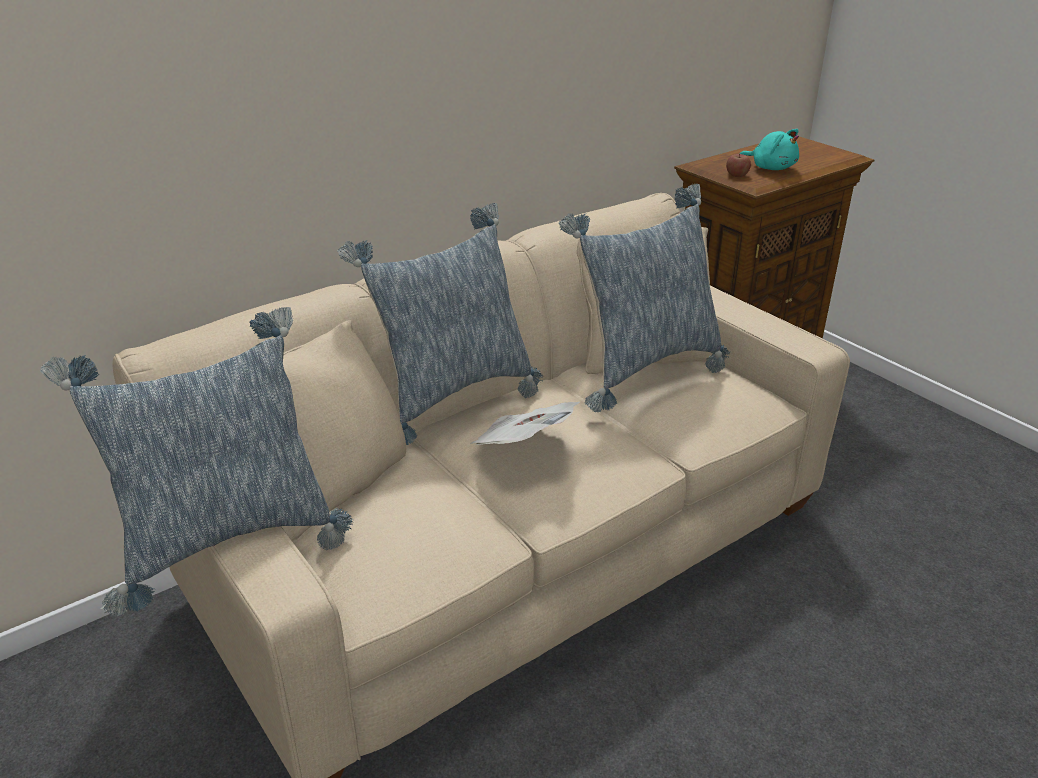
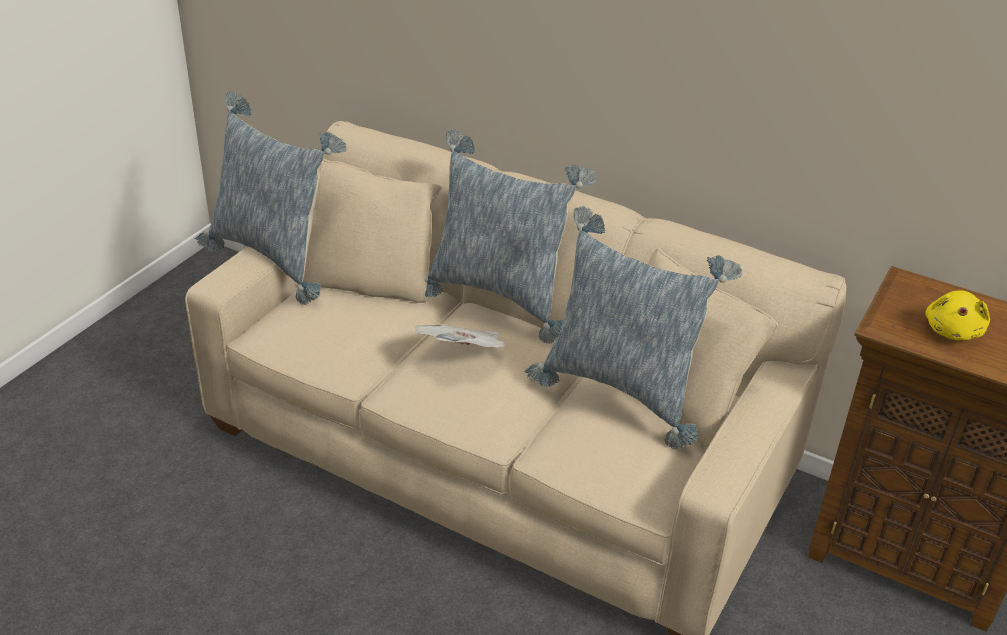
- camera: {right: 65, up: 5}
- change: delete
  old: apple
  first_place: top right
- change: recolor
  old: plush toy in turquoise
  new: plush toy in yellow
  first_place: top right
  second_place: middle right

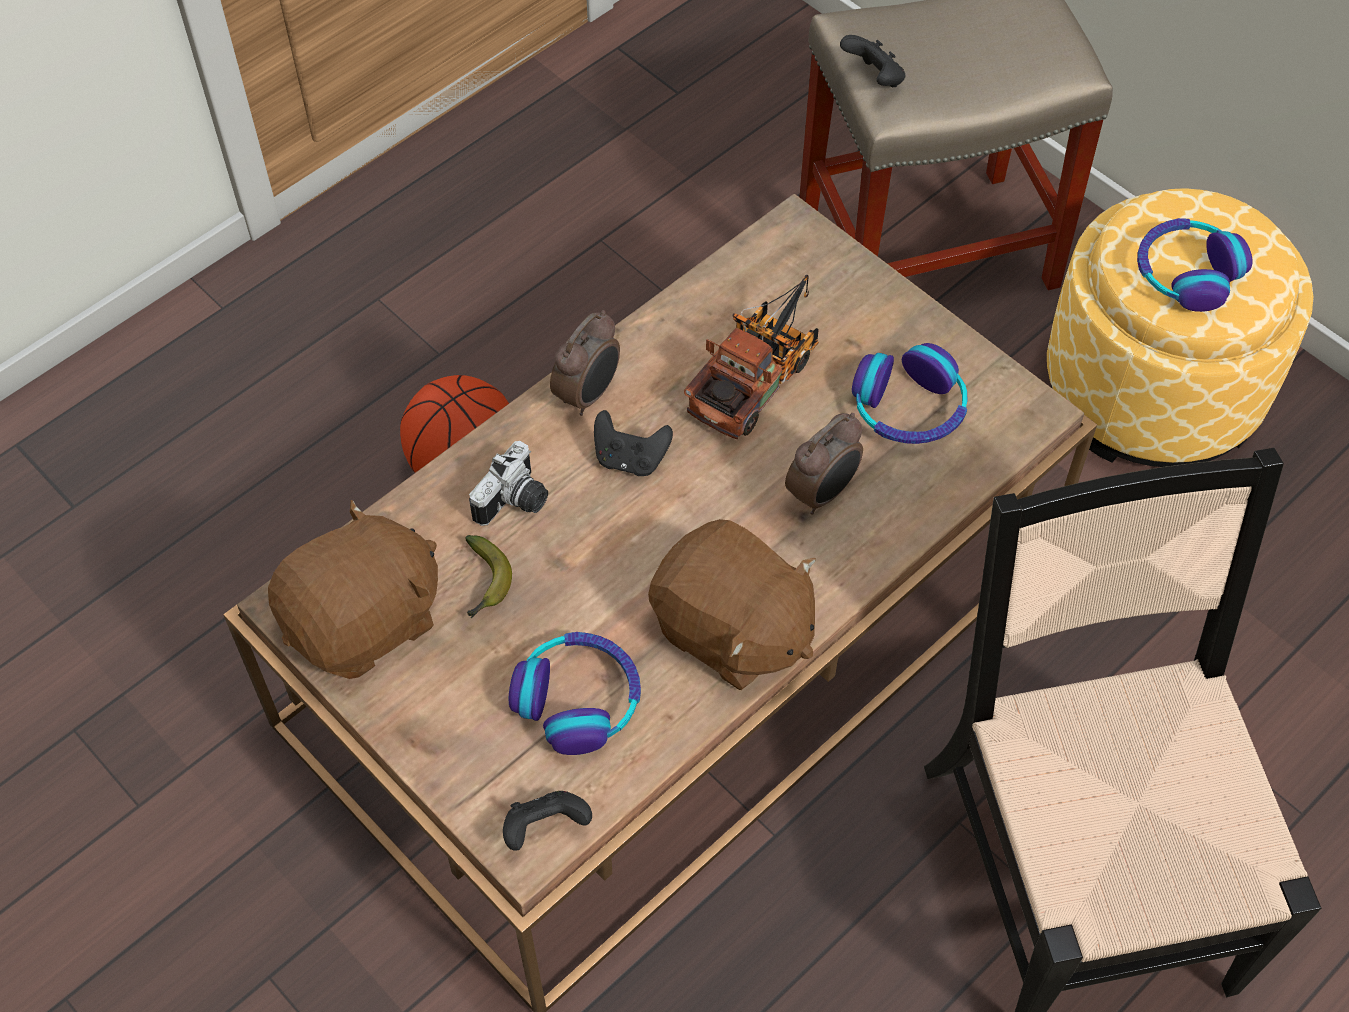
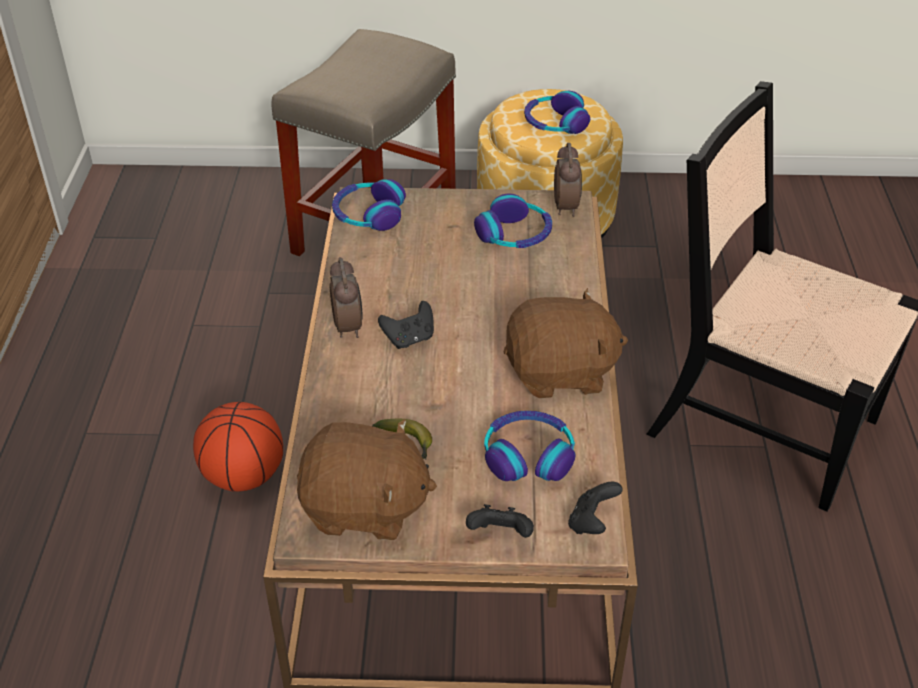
- camera: {right: -45, up: -15}
- change: delete
  old: photo camera
  first_place: centre
- change: delete
  old: toy truck
  first_place: centre
- change: insert
  new: headphones (1st from left)
  second_place: top centre
- change: move
  old: alarm clock (2nd from left)
  first_place: centre
  second_place: top centre
- change: move
  old: game controller in black (3rd from left in the first image)
  new: game controller in black (2nd from left)
  first_place: top centre
  second_place: bottom centre
- change: rotate
  old: plush toy in brown (1st from left)
  first_place: middle left
  second_place: bottom centre
  degrees: 90

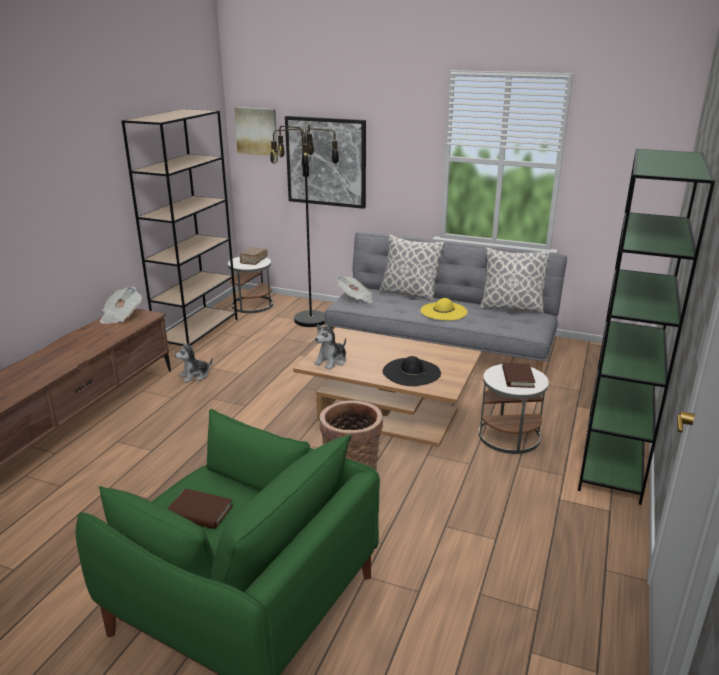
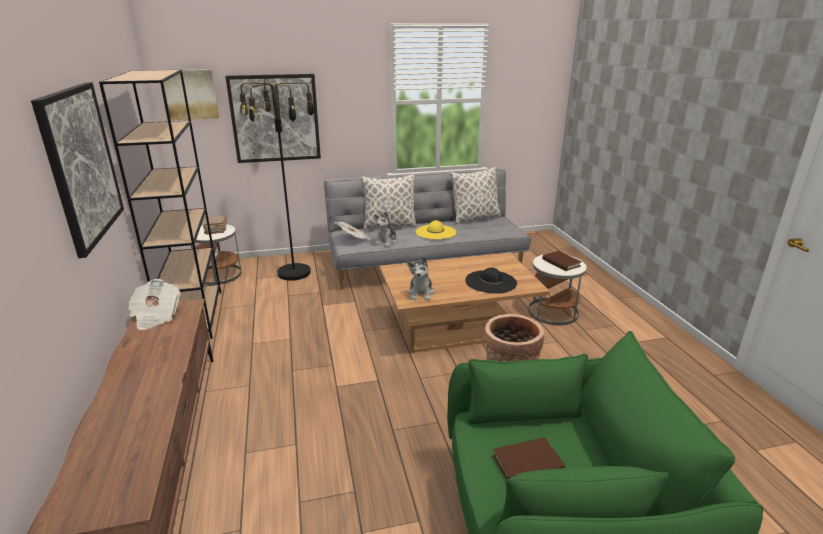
- camera: {right: -35, up: 0}
- change: delete
  old: bookcase in green
  first_place: middle right
- change: insert
  new: picture (1st from left)
  second_place: top left
- change: move
  old: plush toy (1st from left)
  first_place: middle left
  second_place: centre

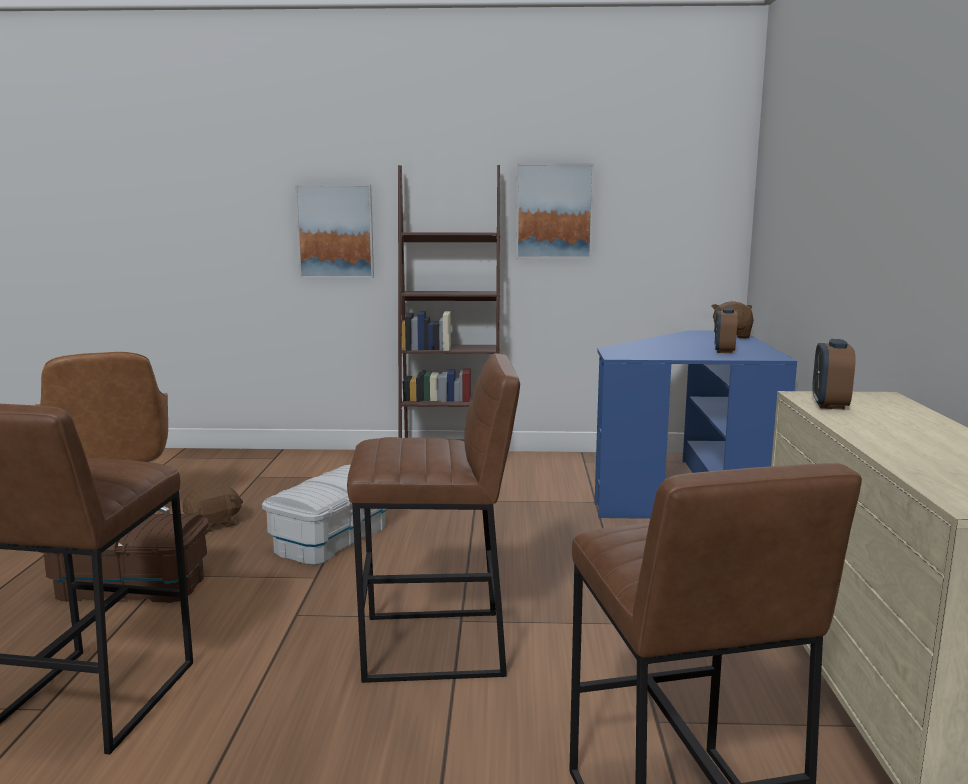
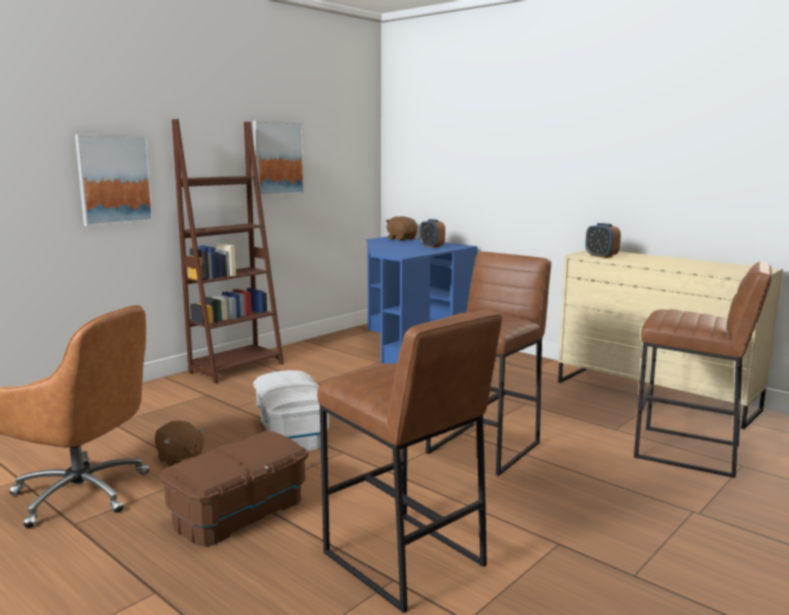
- camera: {right: -50, up: 0}
- change: rotate
  old: plush toy in brown (1st from left)
  first_place: middle left
  second_place: bottom left
  degrees: 135

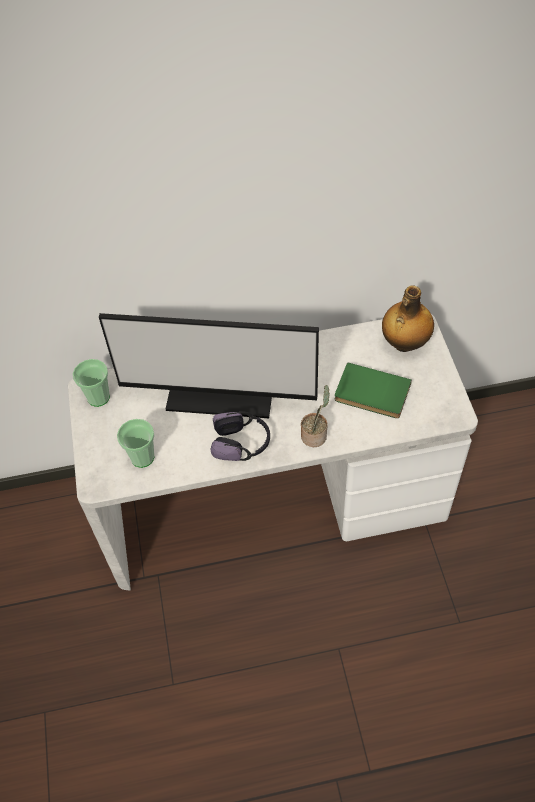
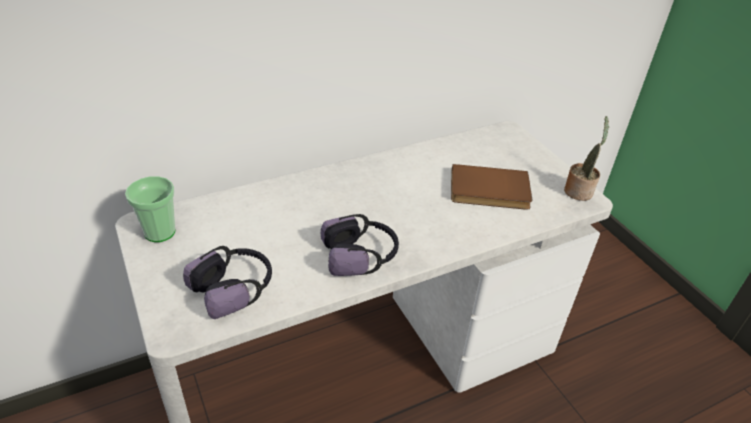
- camera: {right: -20, up: -15}
- change: delete
  old: monitor
  first_place: centre
- change: delete
  old: bottle
  first_place: middle right
- change: move
  old: potted plant
  first_place: centre
  second_place: middle right
- change: replace
  old: cup (2nd from left)
  new: headphones (1st from left)
  first_place: middle left
  second_place: bottom left
- change: recolor
  old: book in green
  new: book in brown
  first_place: middle right
  second_place: centre

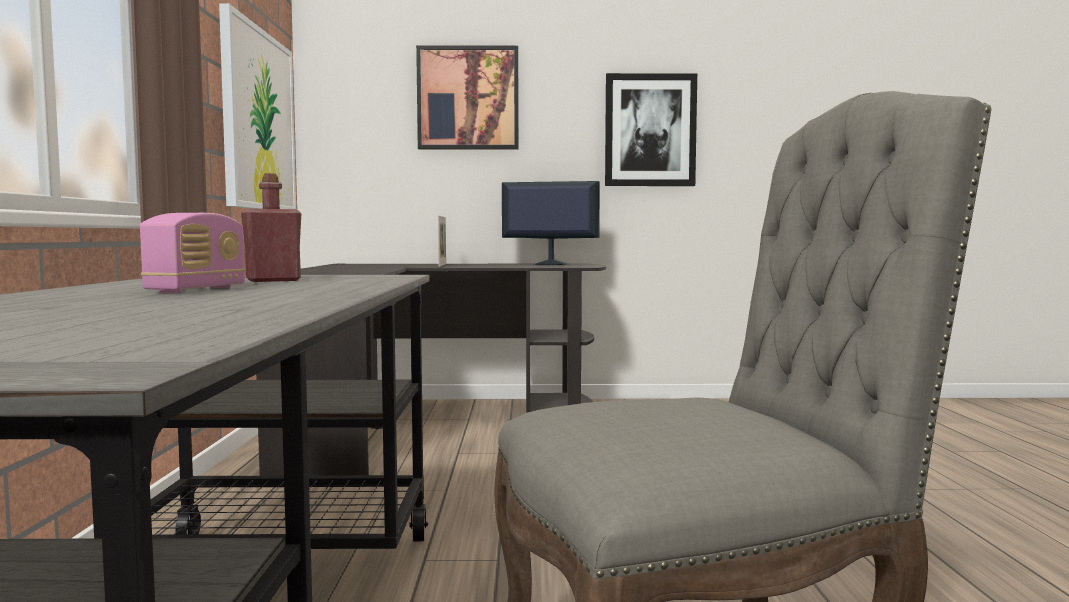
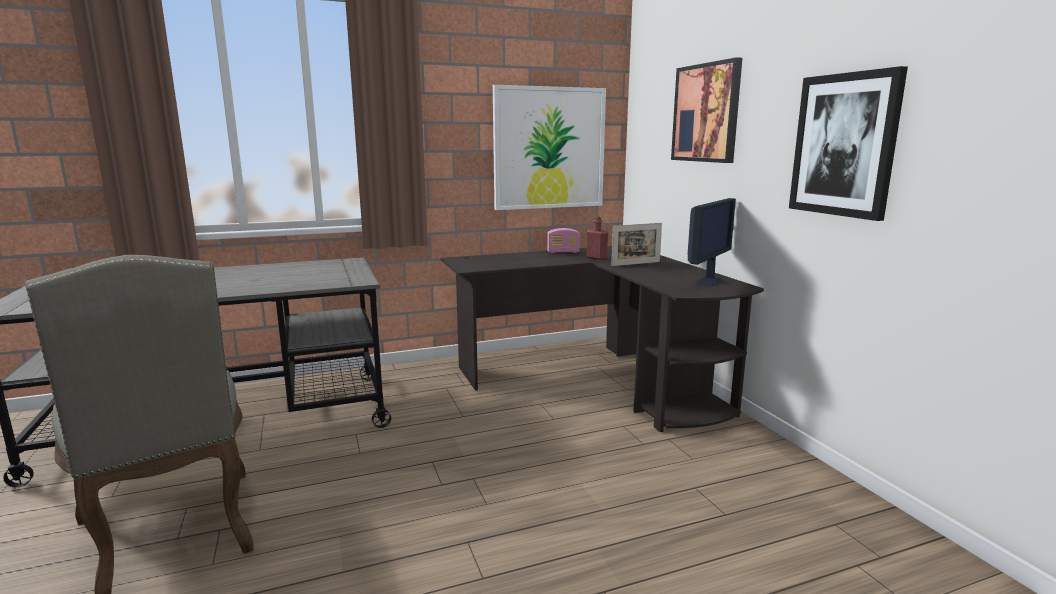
- camera: {right: 70, up: 10}
- change: move
  old: radio
  first_place: middle left
  second_place: centre
- change: move
  old: bottle in red
  first_place: middle left
  second_place: centre
- change: rotate
  old: monitor
  first_place: centre
  second_place: middle right
  degrees: 45

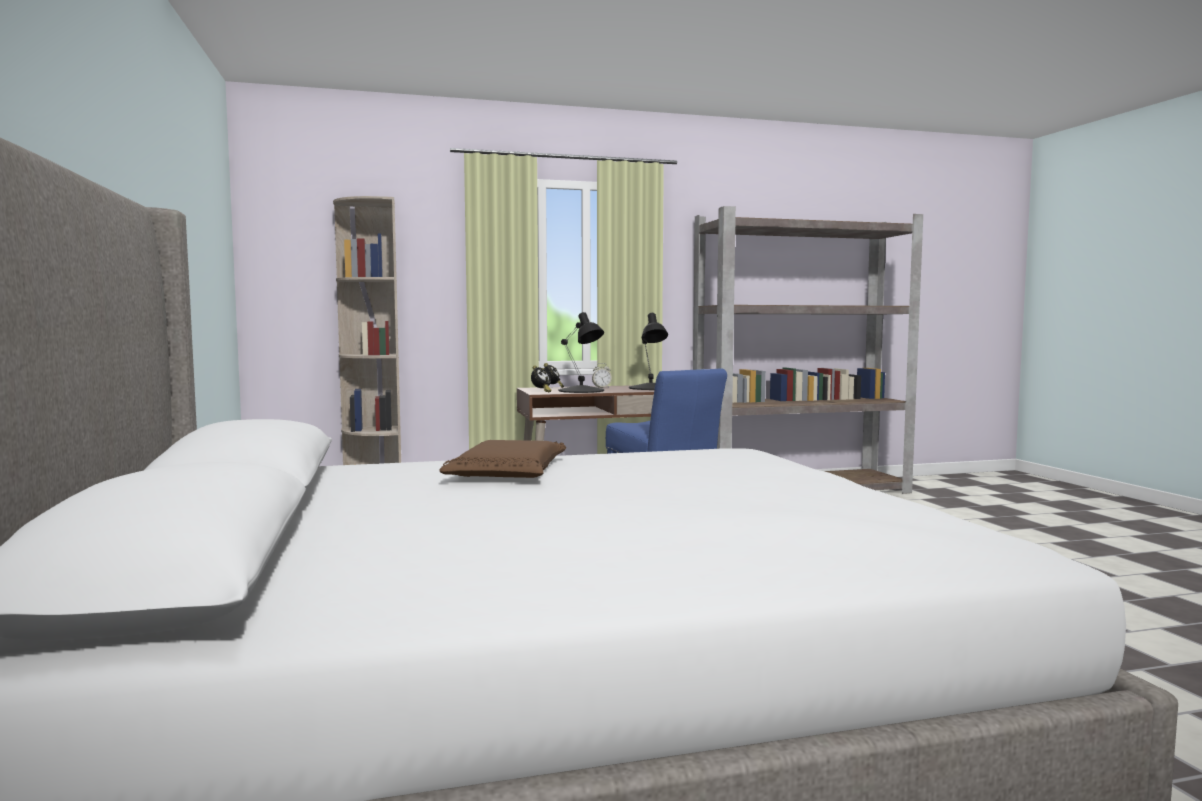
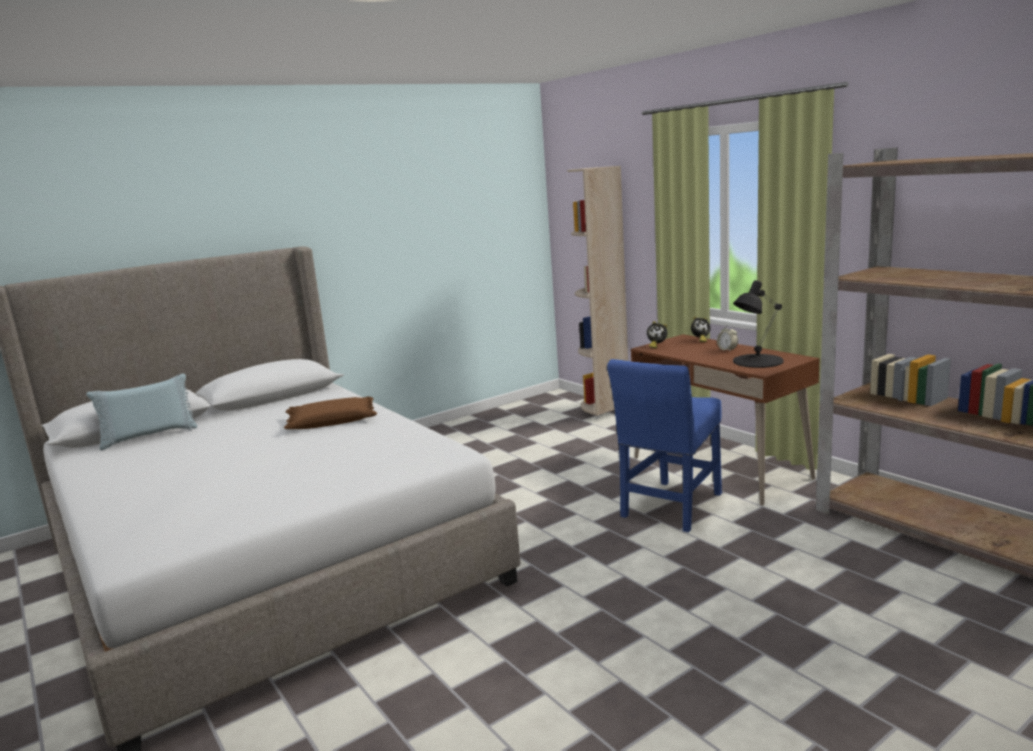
- camera: {right: 70, up: 10}
- change: delete
  old: table lamp in black (1st from left)
  first_place: centre
- change: insert
  new: pillow in blue
  second_place: middle left

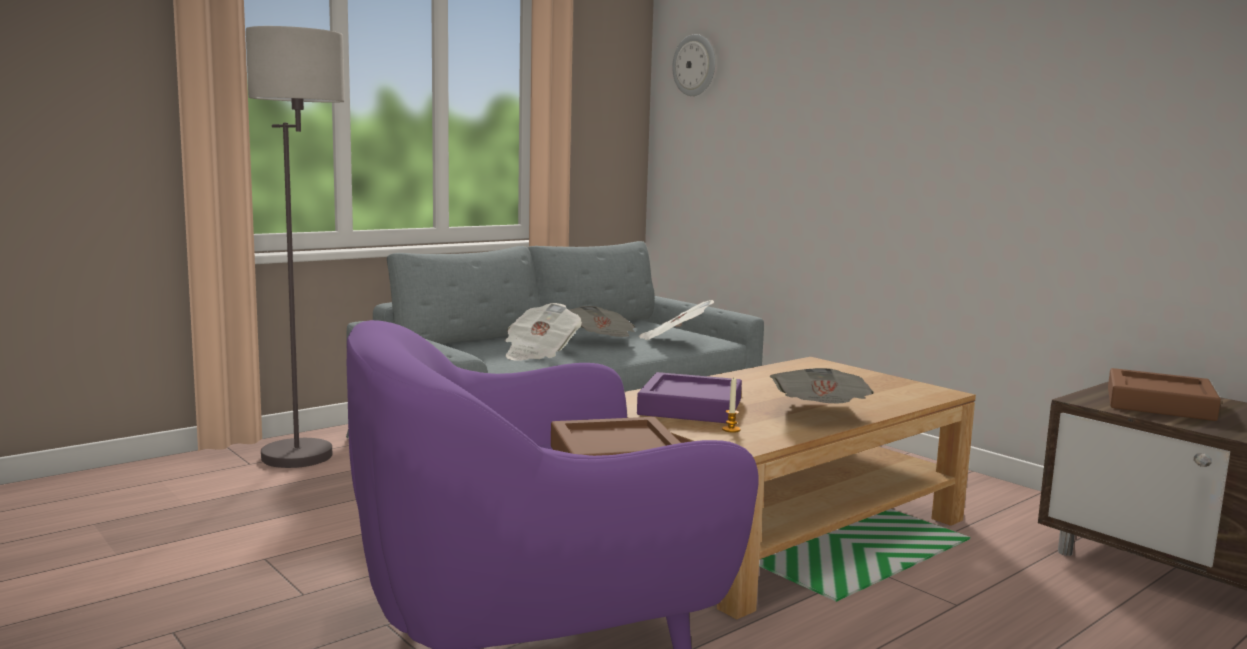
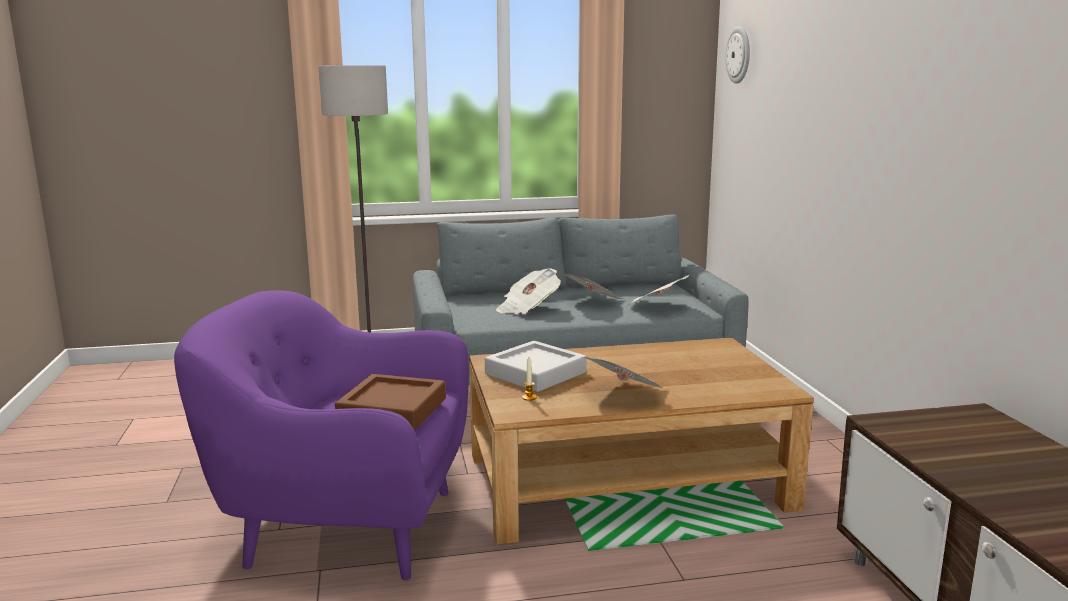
- camera: {right: 30, up: 5}
- change: delete
  old: tray in brown (2nd from left)
  first_place: middle right
- change: recolor
  old: tray in purple
  new: tray in grey
  first_place: centre
  second_place: centre

